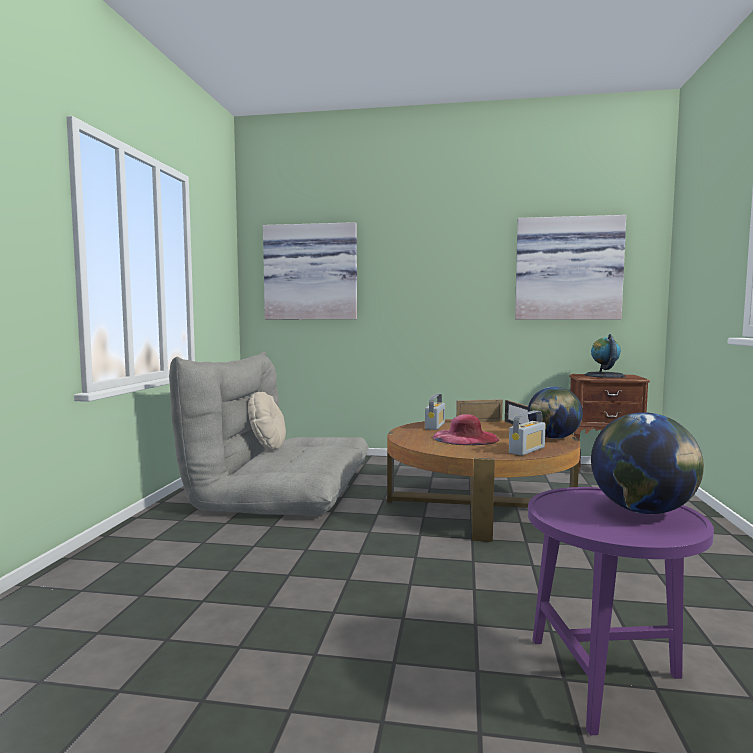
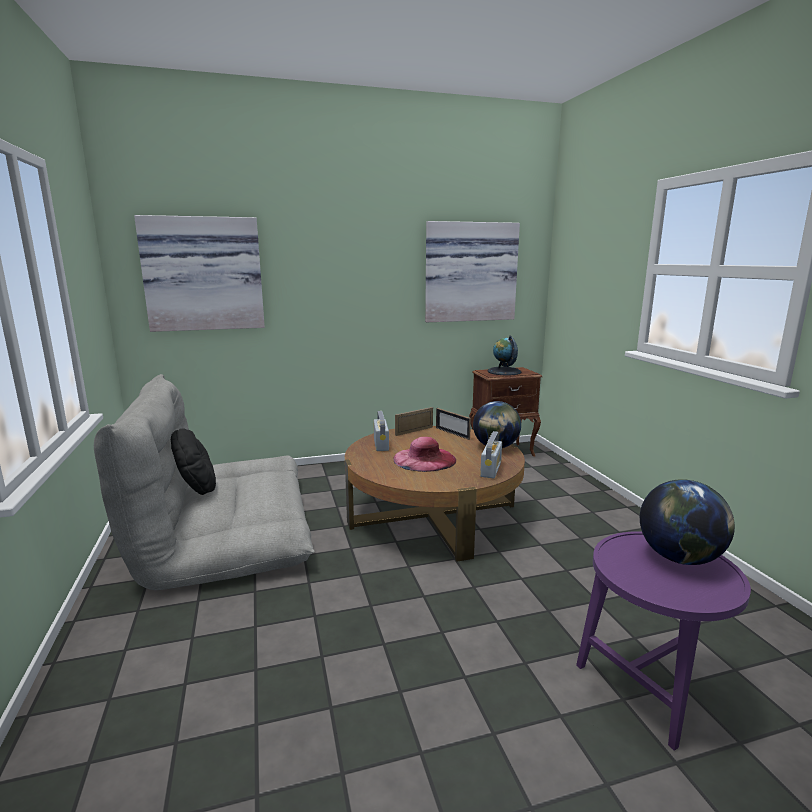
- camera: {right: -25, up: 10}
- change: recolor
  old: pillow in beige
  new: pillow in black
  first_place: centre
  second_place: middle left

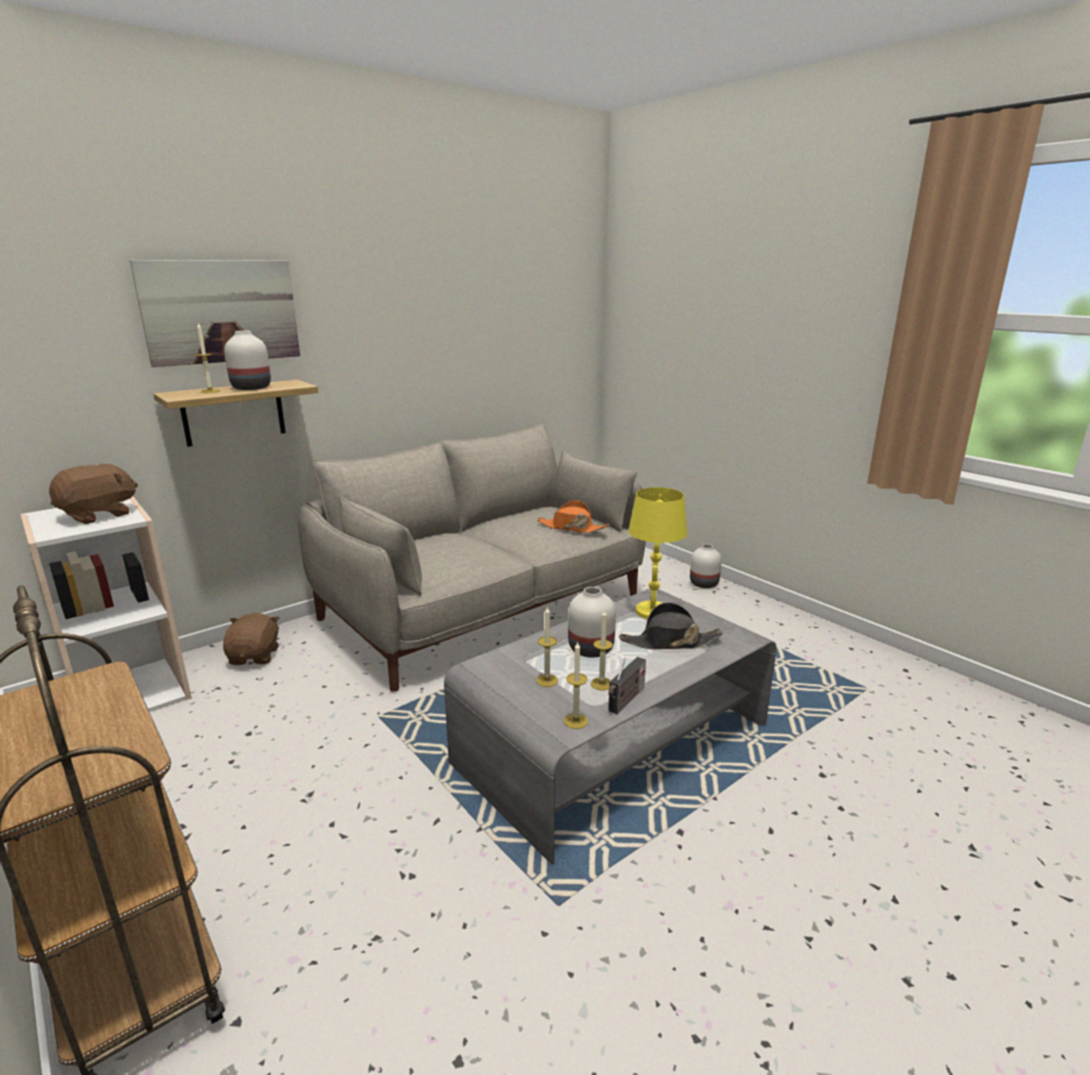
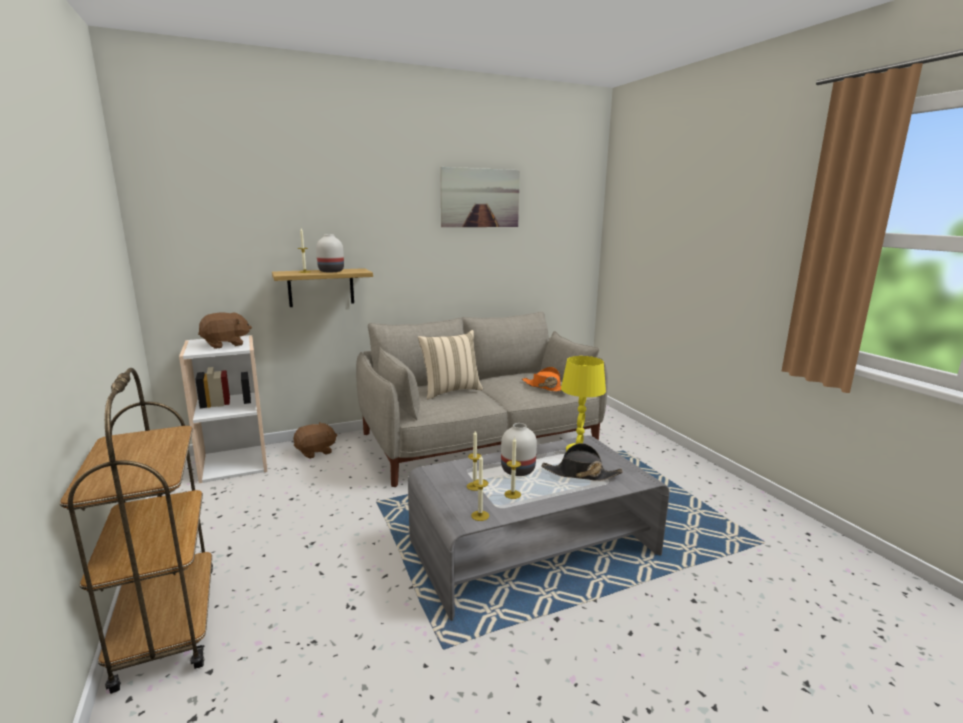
- camera: {right: 15, up: -5}
- change: delete
  old: radio
  first_place: centre
- change: delete
  old: vase in white (3rd from left)
  first_place: centre
- change: insert
  new: pillow in beige
  second_place: centre
- change: move
  old: picture
  first_place: top left
  second_place: top centre
- change: rotate
  old: plush toy in brown (2nd from left)
  first_place: middle left
  second_place: middle left
  degrees: 45

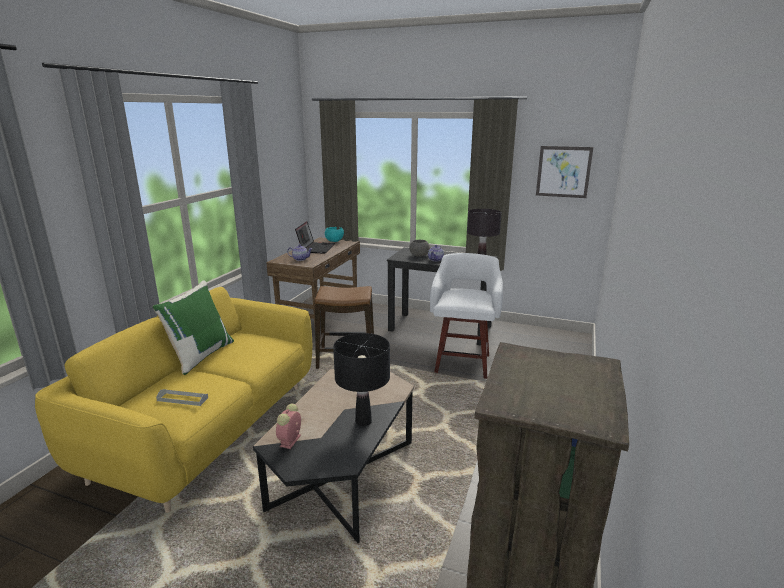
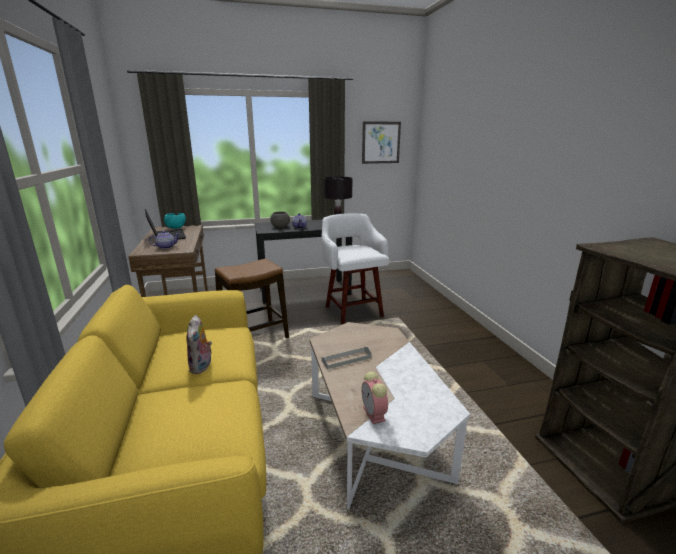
- camera: {right: -35, up: 0}
- change: delete
  old: pillow in green
  first_place: middle left
- change: delete
  old: table lamp in black (1st from left)
  first_place: centre
- change: insert
  new: plush toy
  second_place: middle left
- change: move
  old: tray in grey
  first_place: bottom left
  second_place: centre
- change: recolor
  old: coffee table in black
  new: coffee table in white
  first_place: bottom centre
  second_place: bottom centre

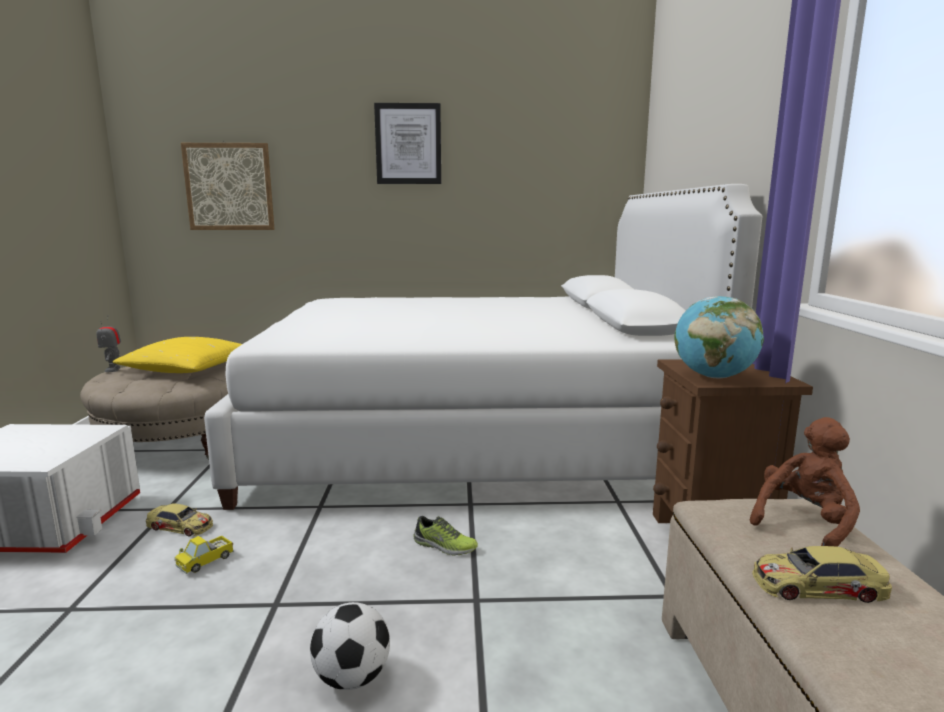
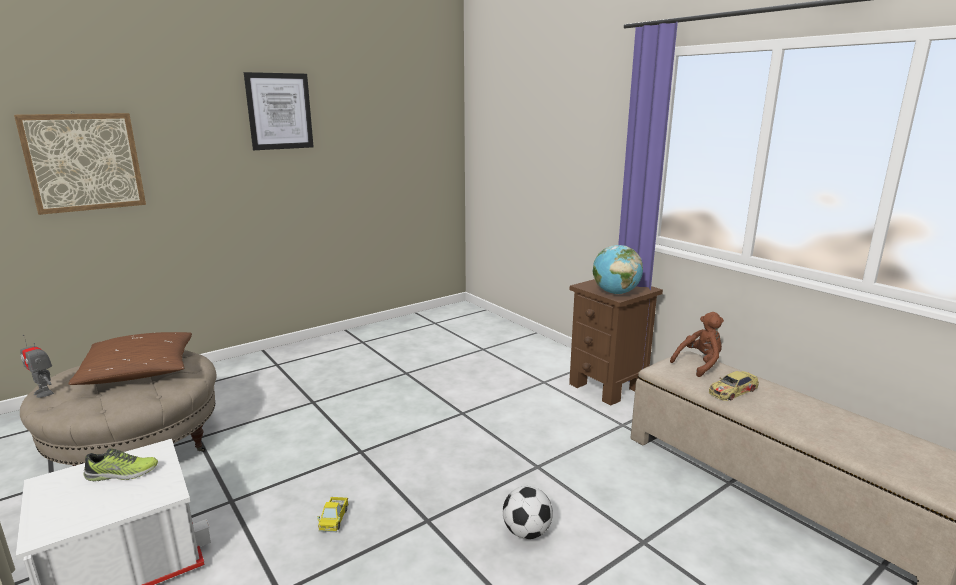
- camera: {right: -35, up: 5}
- change: delete
  old: toy car (1st from left)
  first_place: bottom left
- change: delete
  old: bed in white
  first_place: centre
- change: move
  old: shoe
  first_place: bottom centre
  second_place: bottom left
- change: recolor
  old: pillow in yellow
  new: pillow in brown
  first_place: middle left
  second_place: middle left
- change: rotate
  old: plush toy in brown
  first_place: bottom right
  second_place: middle right
  degrees: 45

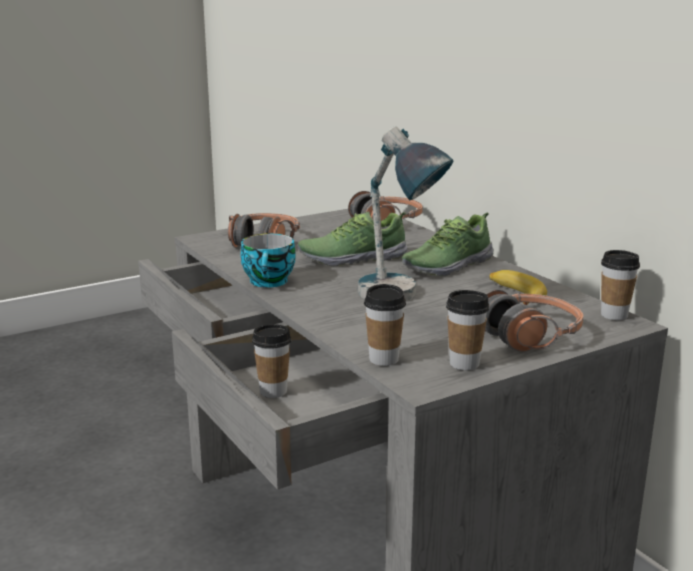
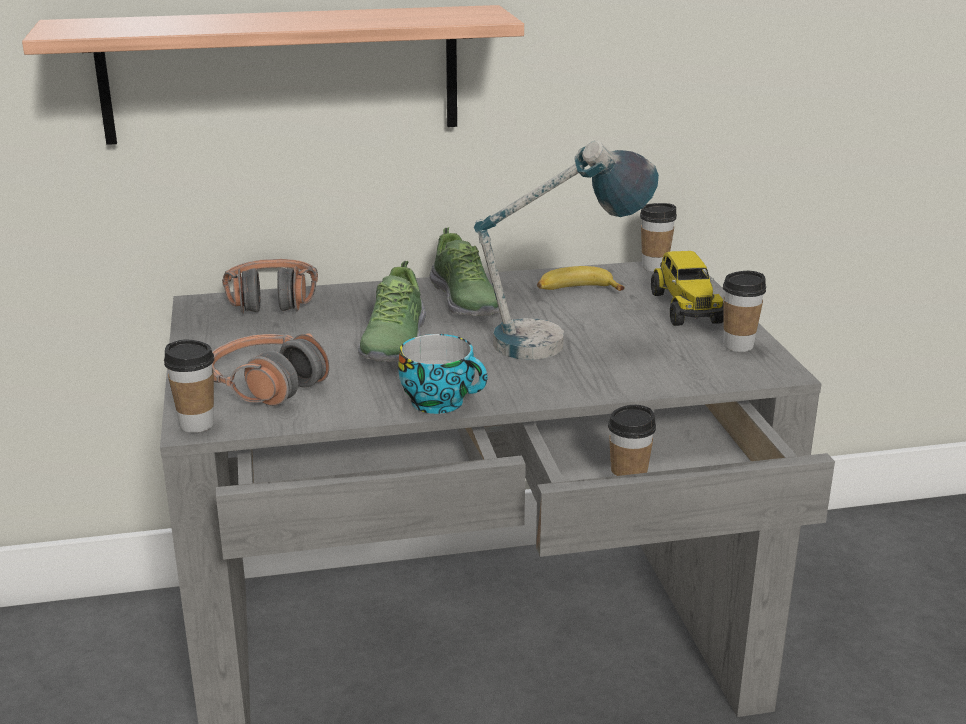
- camera: {right: -70, up: 5}
- change: insert
  new: shelf
  second_place: top left
- change: move
  old: cup (3rd from left in the first image)
  new: cup (1st from left)
  first_place: centre
  second_place: middle left
- change: replace
  old: headphones (3rd from left)
  new: toy truck
  first_place: middle right
  second_place: middle right

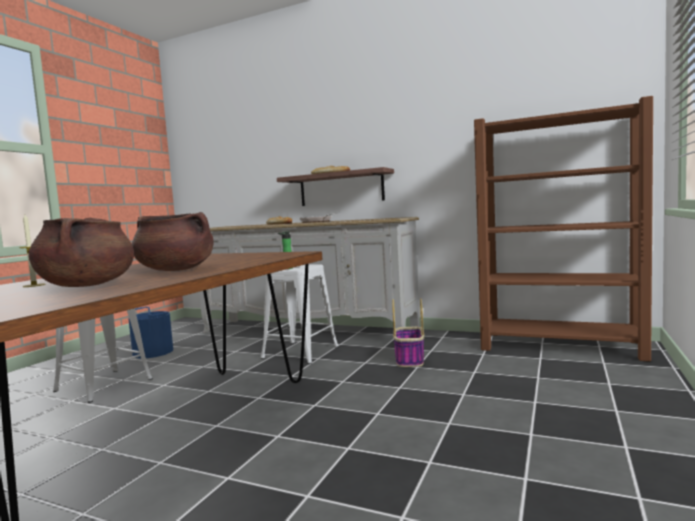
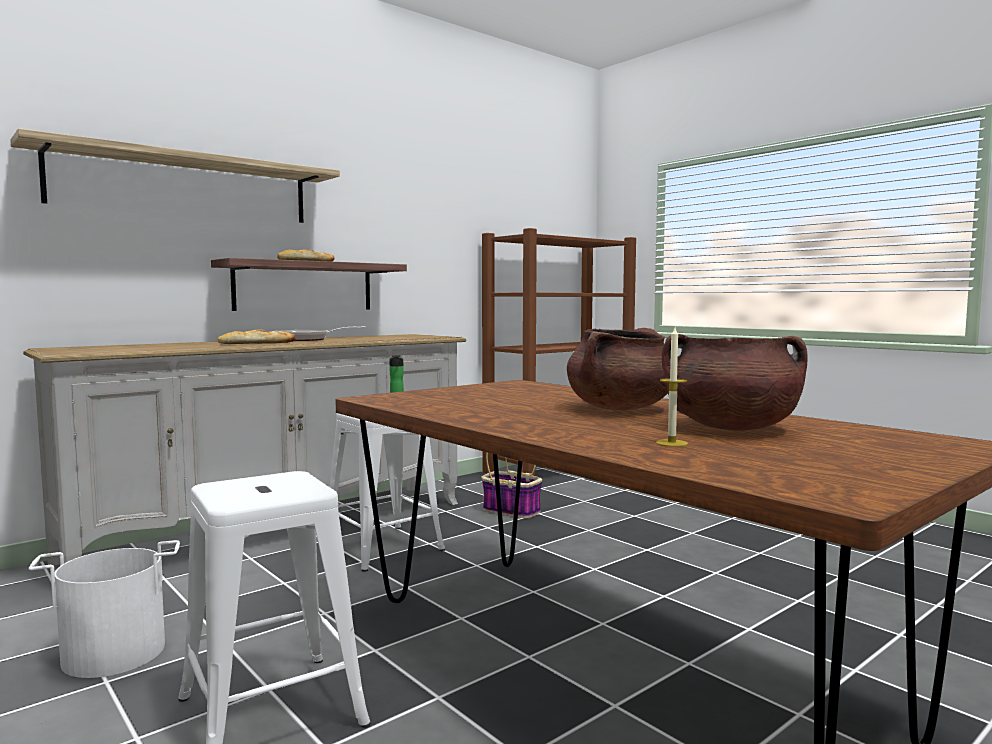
- camera: {right: -65, up: 0}
- change: insert
  new: shelf (1st from left)
  second_place: top left
- change: recolor
  old: bucket in blue
  new: bucket in white
  first_place: middle left
  second_place: bottom left

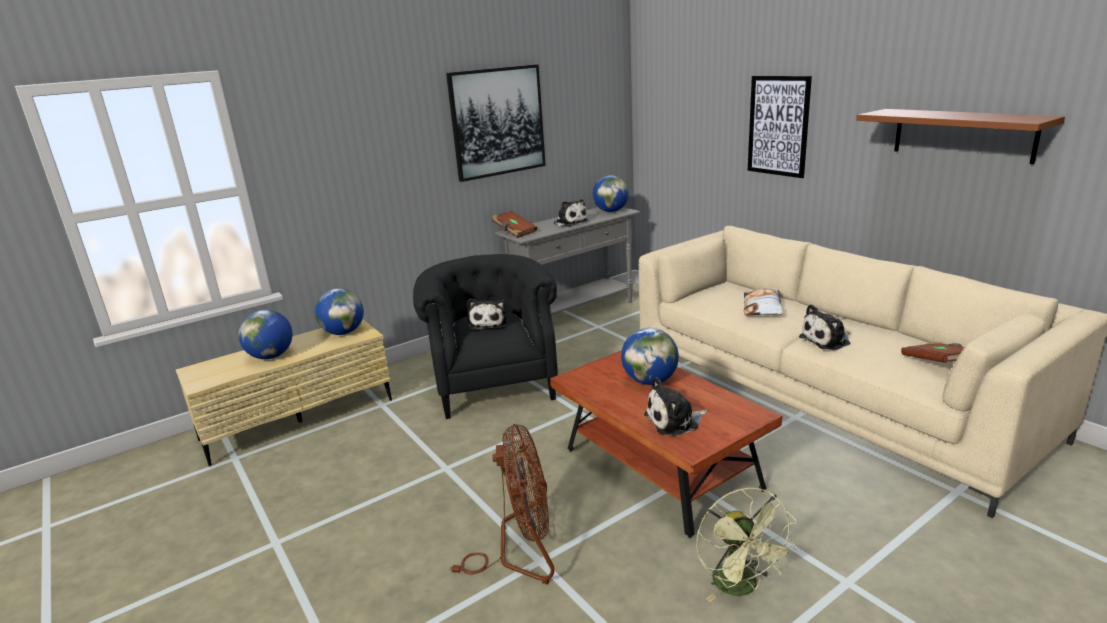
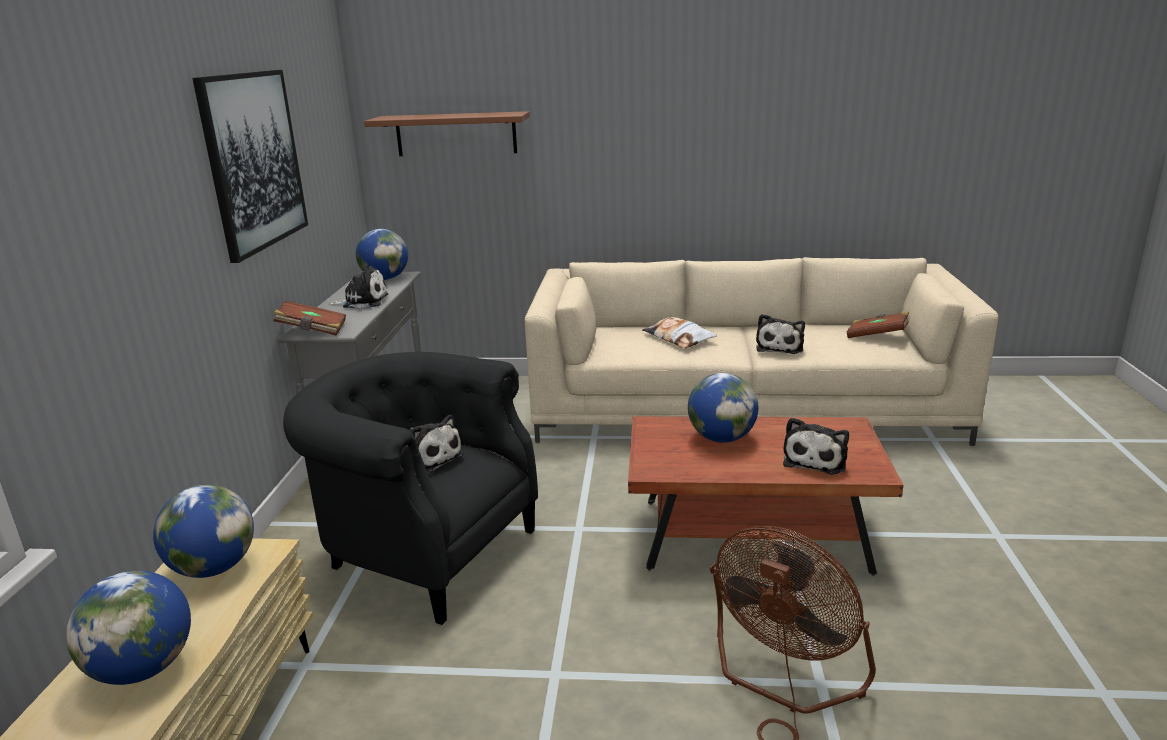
- camera: {right: -50, up: 0}
- change: delete
  old: fan in green
  first_place: bottom right
- change: delete
  old: picture (2nd from left)
  first_place: top right
- change: move
  old: shelf in brown
  first_place: top right
  second_place: top centre

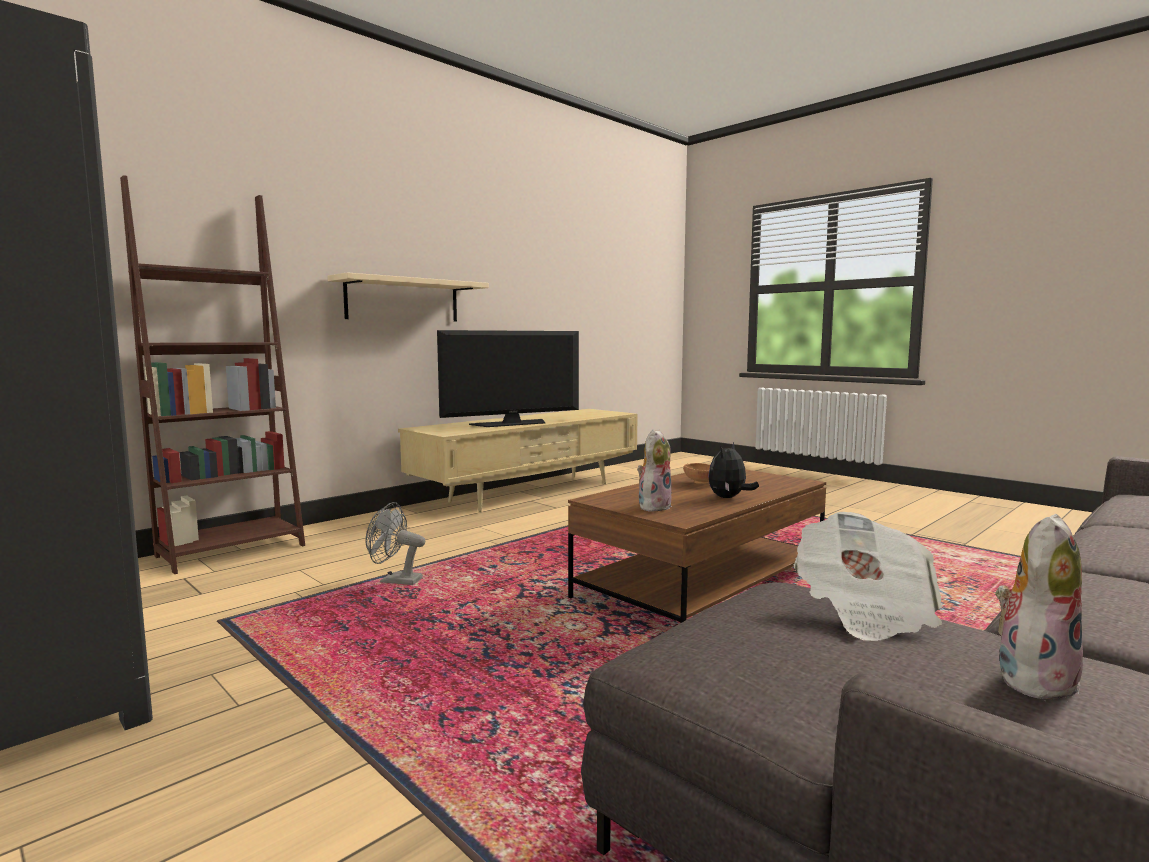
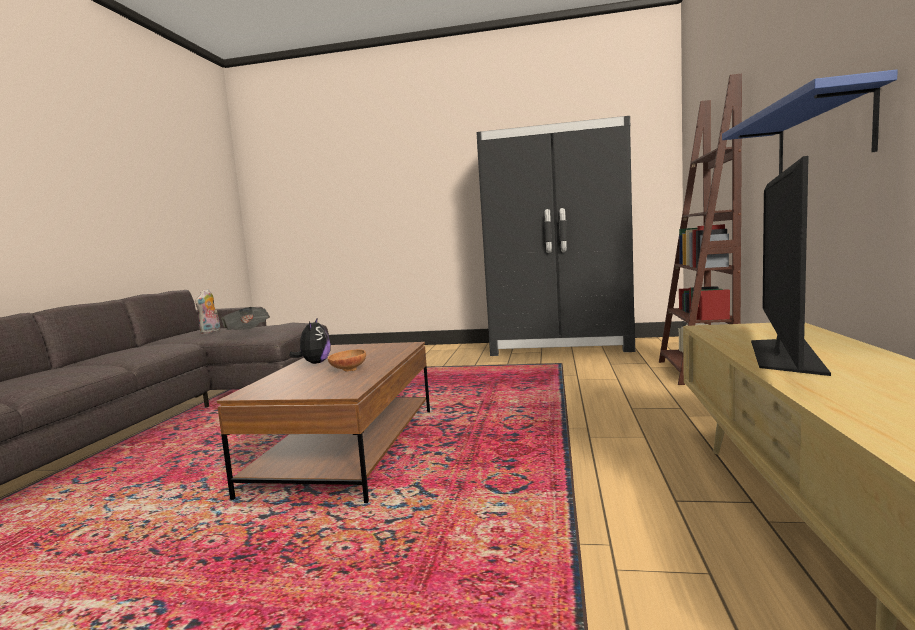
- camera: {right: 145, up: 0}
- change: delete
  old: fan in grey
  first_place: centre
- change: delete
  old: plush toy (1st from left)
  first_place: centre
- change: recolor
  old: shelf in beige
  new: shelf in blue
  first_place: centre
  second_place: top right

